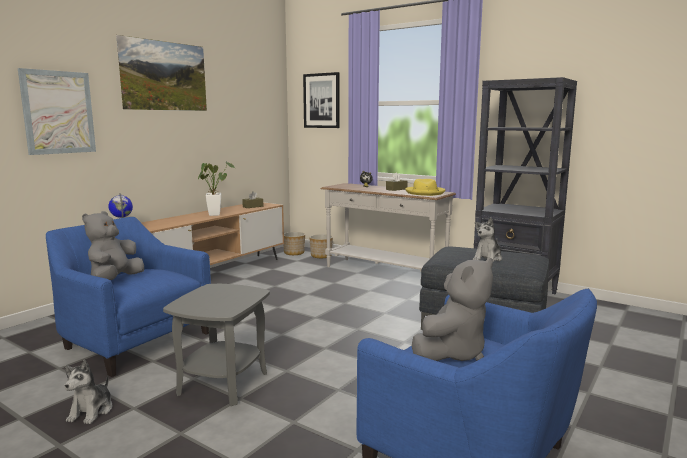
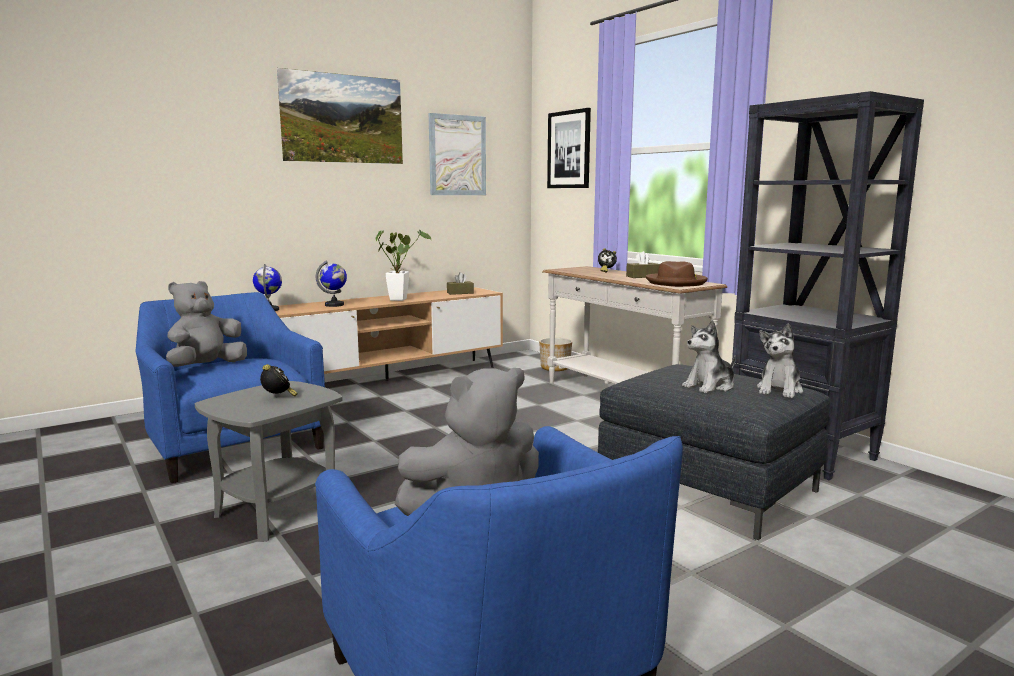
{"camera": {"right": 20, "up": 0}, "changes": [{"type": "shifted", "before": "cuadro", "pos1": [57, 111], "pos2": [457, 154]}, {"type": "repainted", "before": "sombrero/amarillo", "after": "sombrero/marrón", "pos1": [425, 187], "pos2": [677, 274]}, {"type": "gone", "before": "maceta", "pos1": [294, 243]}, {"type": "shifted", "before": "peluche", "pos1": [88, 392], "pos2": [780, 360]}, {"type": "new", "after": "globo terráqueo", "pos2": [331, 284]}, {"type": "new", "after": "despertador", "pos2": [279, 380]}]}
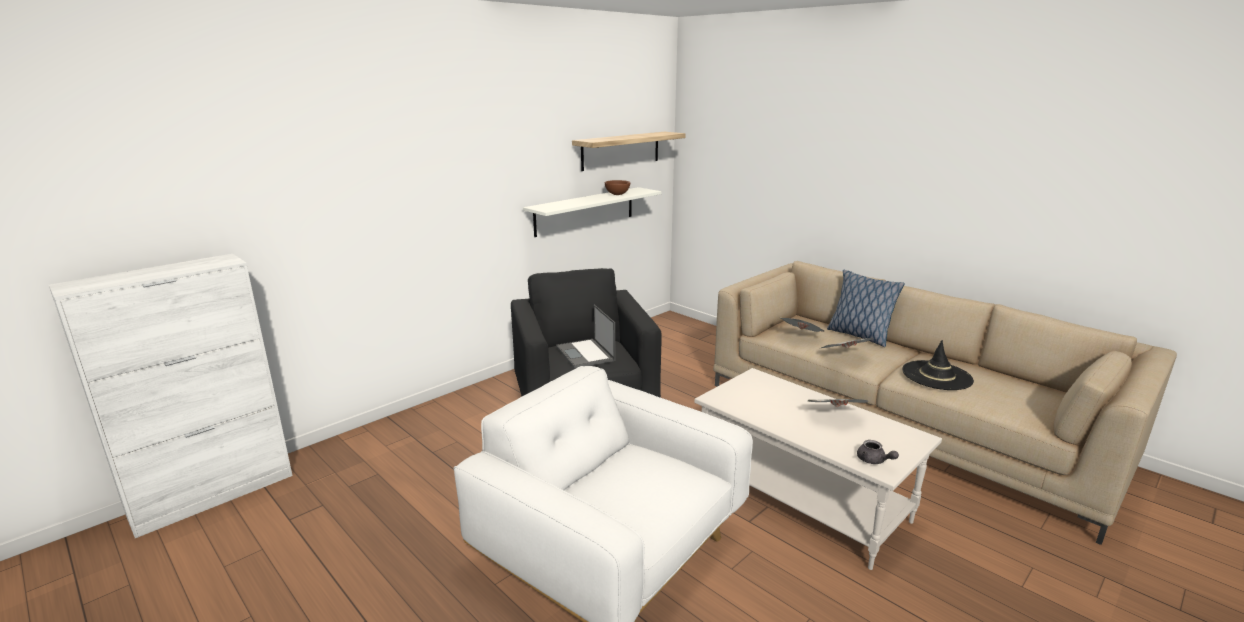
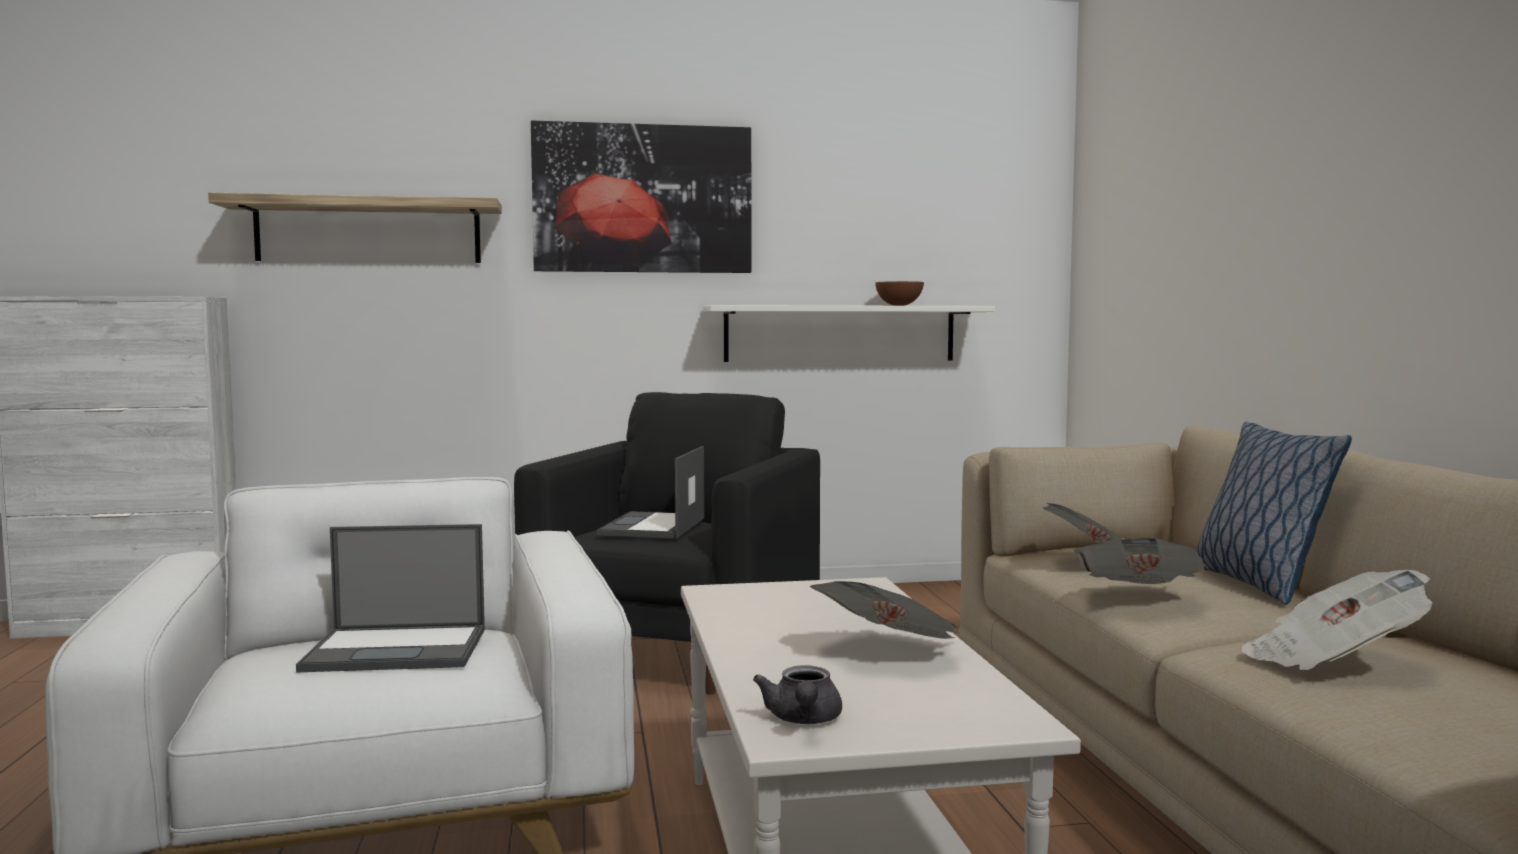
{"camera": {"right": 35, "up": -15}, "changes": [{"type": "shifted", "before": "estante", "pos1": [629, 151], "pos2": [355, 228]}, {"type": "swapped", "before": "sombrero/negro", "after": "periódico", "pos1": [938, 365], "pos2": [1337, 620]}, {"type": "new", "after": "cuadro", "pos2": [641, 196]}, {"type": "new", "after": "portátil", "pos2": [390, 598]}]}
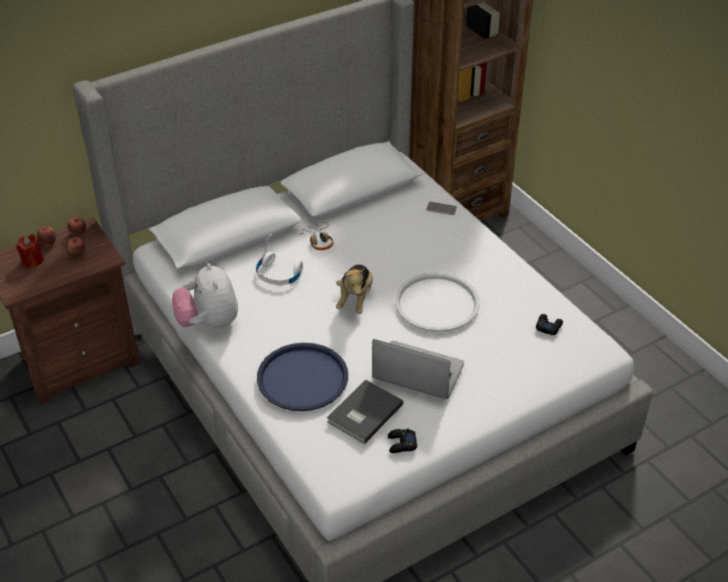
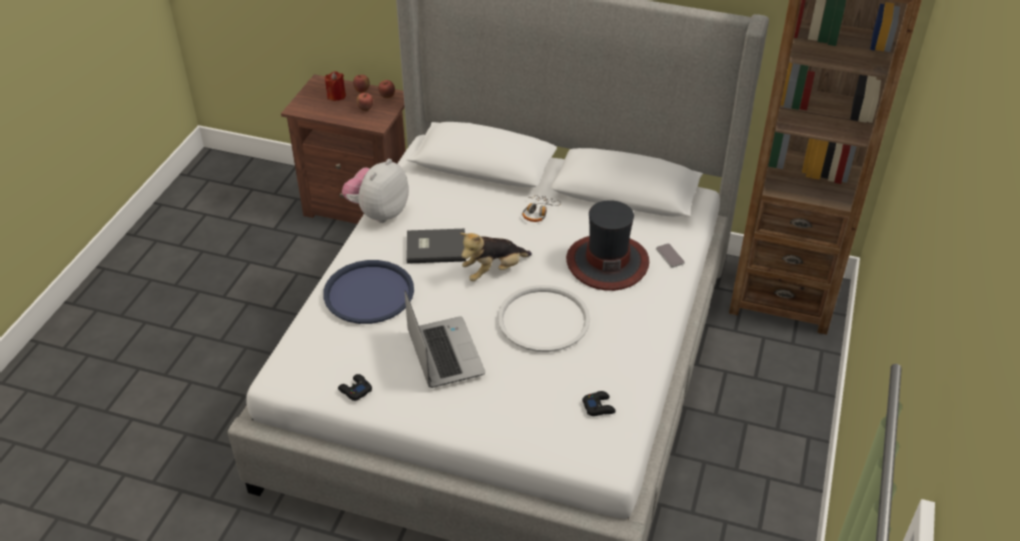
{"camera": {"right": 50, "up": 0}, "changes": [{"type": "gone", "before": "auriculares/blanco", "pos1": [279, 259]}, {"type": "shifted", "before": "libro/gris", "pos1": [365, 412], "pos2": [436, 246]}, {"type": "new", "after": "sombrero", "pos2": [607, 245]}]}
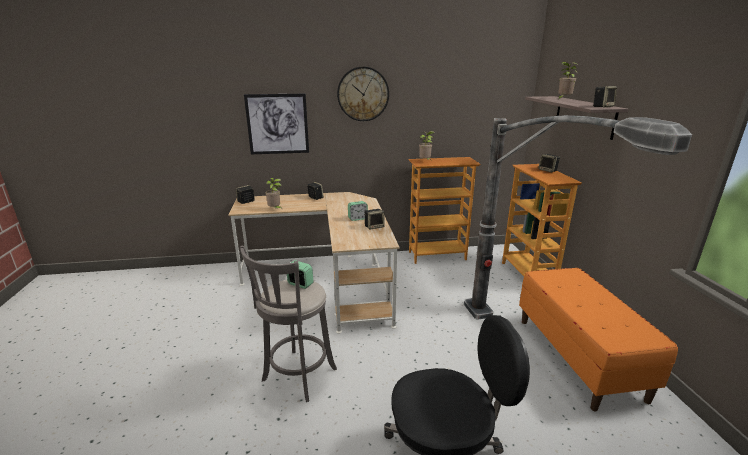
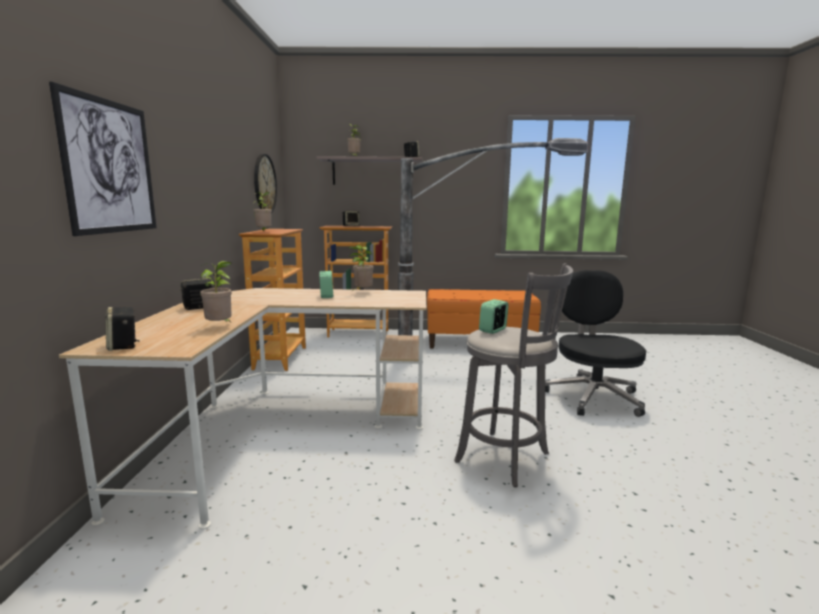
{"camera": {"right": -80, "up": -10}, "changes": [{"type": "shifted", "before": "reloj de pared", "pos1": [363, 93], "pos2": [265, 183]}, {"type": "swapped", "before": "altavoz", "after": "planta en maceta", "pos1": [375, 219], "pos2": [361, 268]}]}
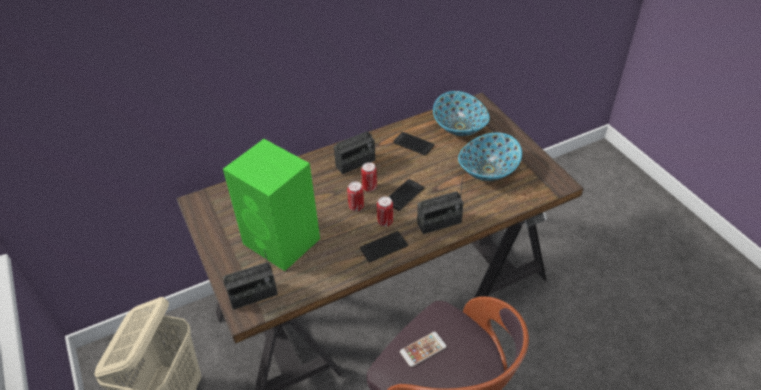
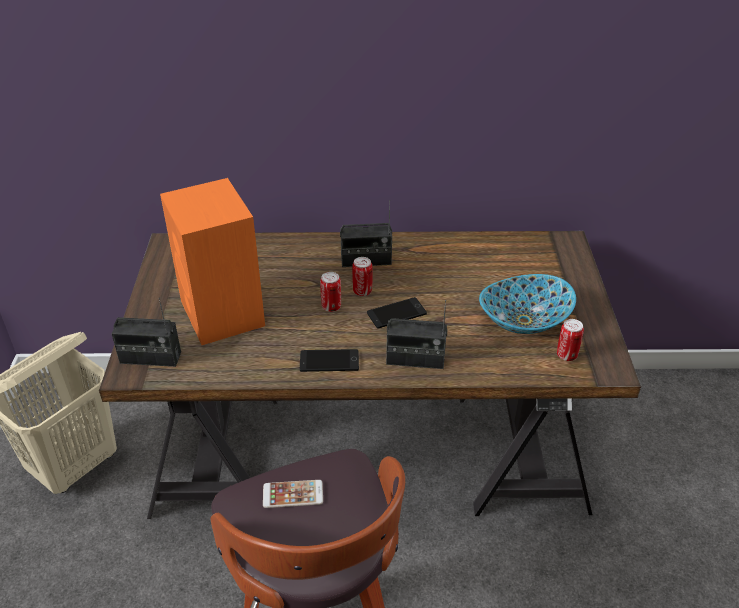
{"camera": {"right": 25, "up": -5}, "changes": [{"type": "gone", "before": "cuenco", "pos1": [461, 113]}, {"type": "gone", "before": "móvil", "pos1": [413, 143]}, {"type": "repainted", "before": "altavoz/verde", "after": "altavoz/naranja", "pos1": [271, 205], "pos2": [212, 261]}, {"type": "shifted", "before": "lata", "pos1": [385, 211], "pos2": [570, 340]}]}
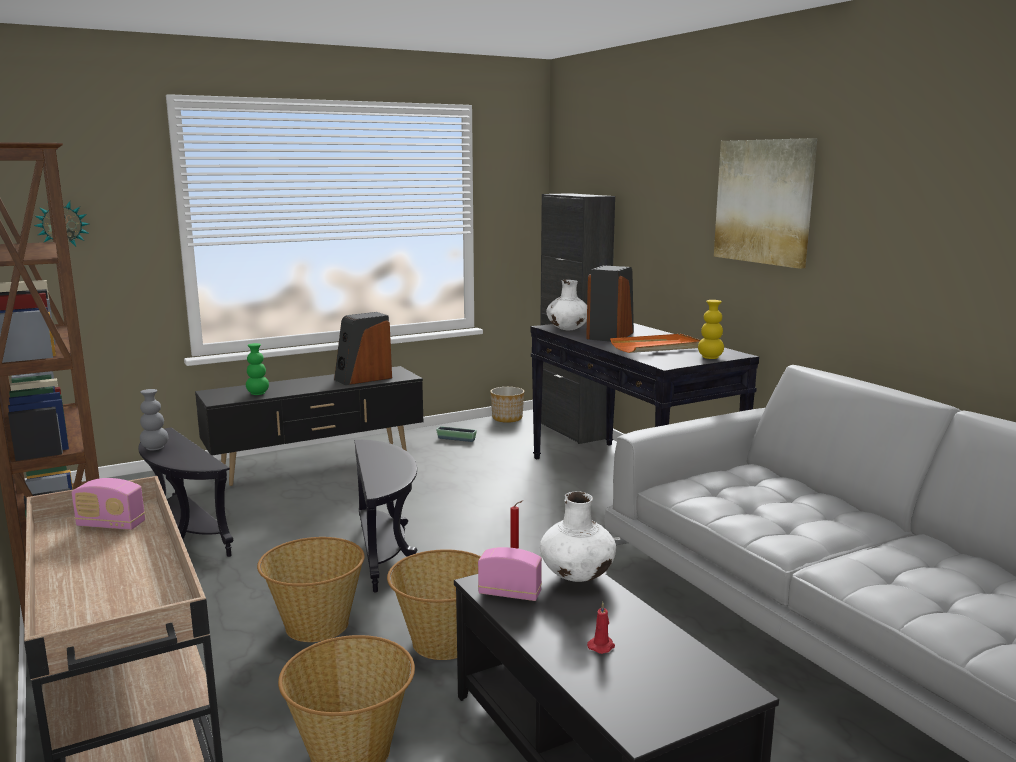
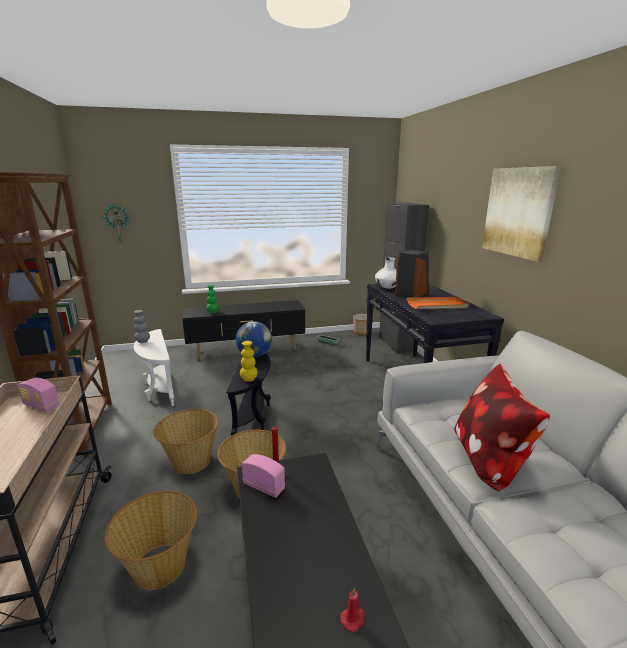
{"camera": {"right": 15, "up": 5}, "changes": [{"type": "shifted", "before": "florero/amarillo", "pos1": [711, 329], "pos2": [249, 361]}, {"type": "gone", "before": "altavoz", "pos1": [363, 348]}, {"type": "repainted", "before": "mesa auxiliar/negro", "after": "mesa auxiliar/blanco", "pos1": [185, 492], "pos2": [154, 367]}, {"type": "gone", "before": "florero/blanco", "pos1": [578, 537]}, {"type": "shifted", "before": "vela/rojo", "pos1": [601, 628], "pos2": [352, 610]}, {"type": "new", "after": "globo terráqueo", "pos2": [254, 339]}, {"type": "new", "after": "cojín", "pos2": [502, 427]}]}
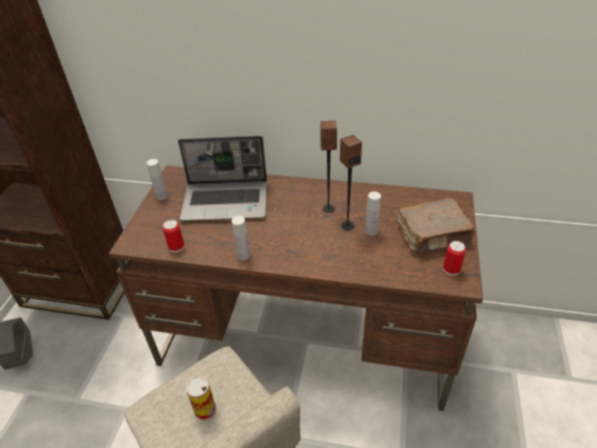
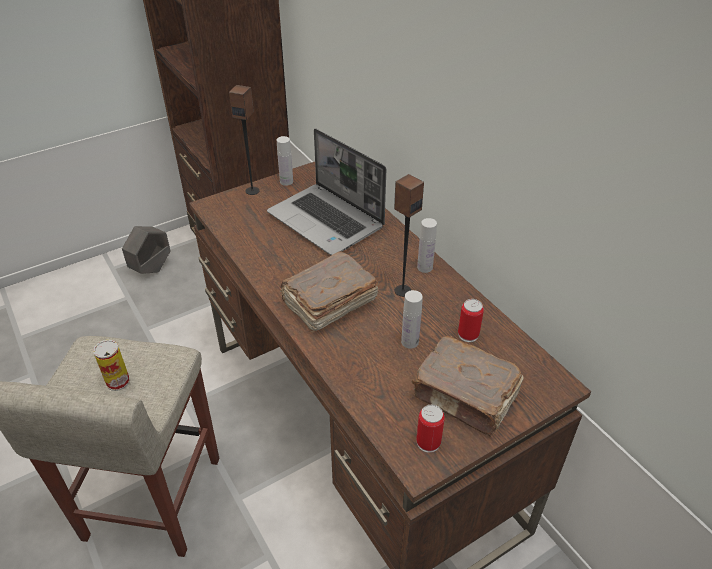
{"camera": {"right": 45, "up": 0}, "changes": [{"type": "shifted", "before": "altavoz", "pos1": [351, 183], "pos2": [244, 140]}, {"type": "shifted", "before": "botella/blanco", "pos1": [241, 238], "pos2": [427, 245]}, {"type": "shifted", "before": "lata", "pos1": [173, 236], "pos2": [471, 320]}, {"type": "new", "after": "libro/marrón", "pos2": [329, 292]}]}
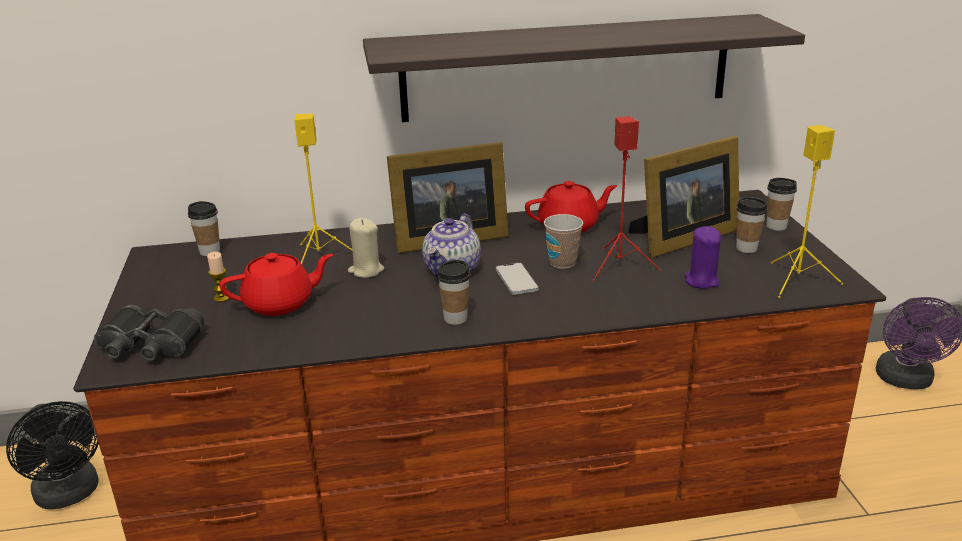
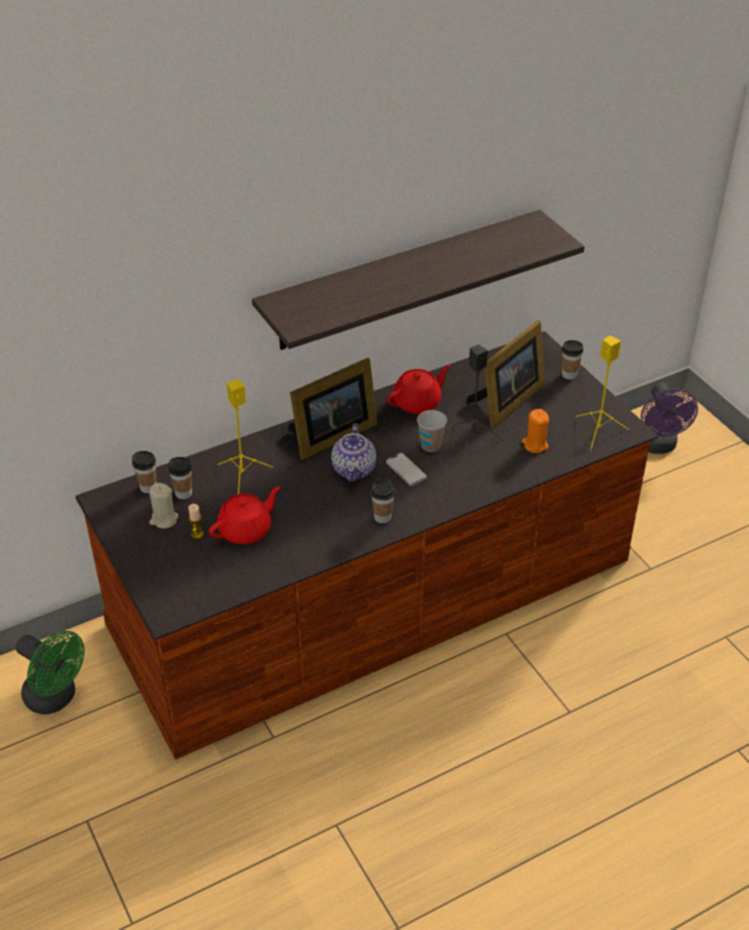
{"camera": {"right": -20, "up": 15}, "changes": [{"type": "repainted", "before": "altavoz/rojo", "after": "altavoz/negro", "pos1": [627, 198], "pos2": [479, 402]}, {"type": "shifted", "before": "taza", "pos1": [751, 225], "pos2": [180, 478]}, {"type": "shifted", "before": "vela/beis", "pos1": [366, 248], "pos2": [163, 506]}, {"type": "repainted", "before": "vela/morado", "after": "vela/naranja", "pos1": [703, 257], "pos2": [535, 431]}, {"type": "gone", "before": "prismáticos/negro", "pos1": [149, 332]}, {"type": "repainted", "before": "ventilador/negro", "after": "ventilador/verde", "pos1": [52, 455], "pos2": [50, 673]}]}
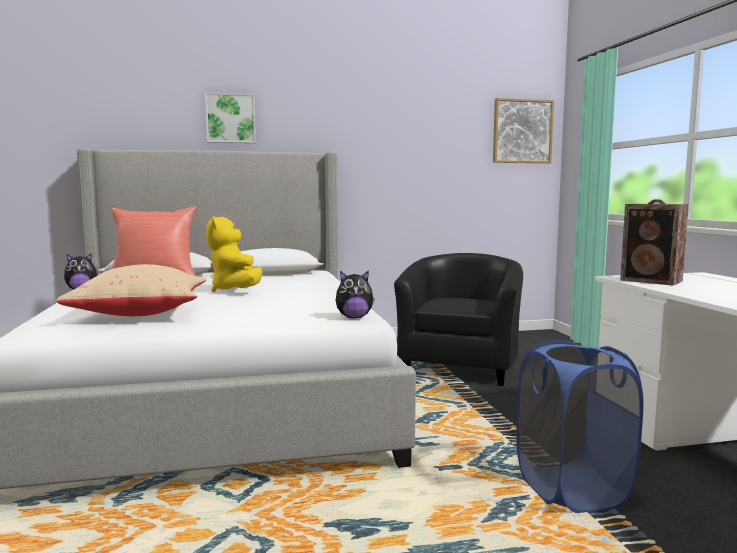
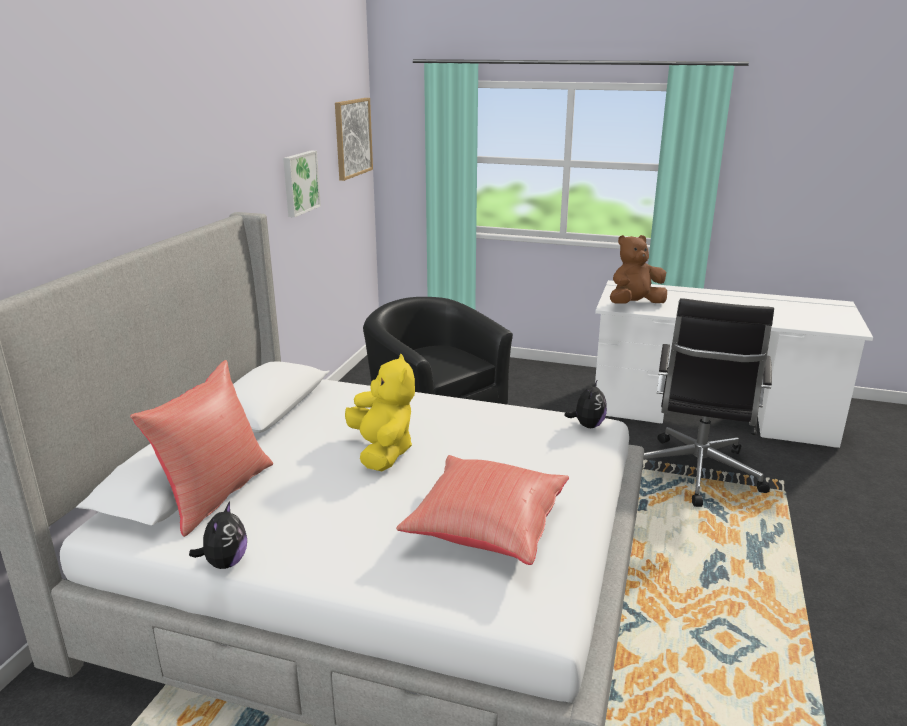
{"camera": {"right": -60, "up": 15}, "changes": [{"type": "shifted", "before": "cuadro", "pos1": [230, 117], "pos2": [302, 184]}, {"type": "swapped", "before": "altavoz", "after": "peluche/marrón", "pos1": [654, 242], "pos2": [638, 269]}, {"type": "rotated", "before": "peluche/amarillo", "pos1": [234, 254], "pos2": [380, 412], "turn": -120}, {"type": "repainted", "before": "cojín/beis", "after": "cojín/rojo", "pos1": [131, 290], "pos2": [482, 510]}, {"type": "swapped", "before": "cesto de la ropa/azul", "after": "silla de oficina/negro", "pos1": [579, 426], "pos2": [708, 402]}]}
